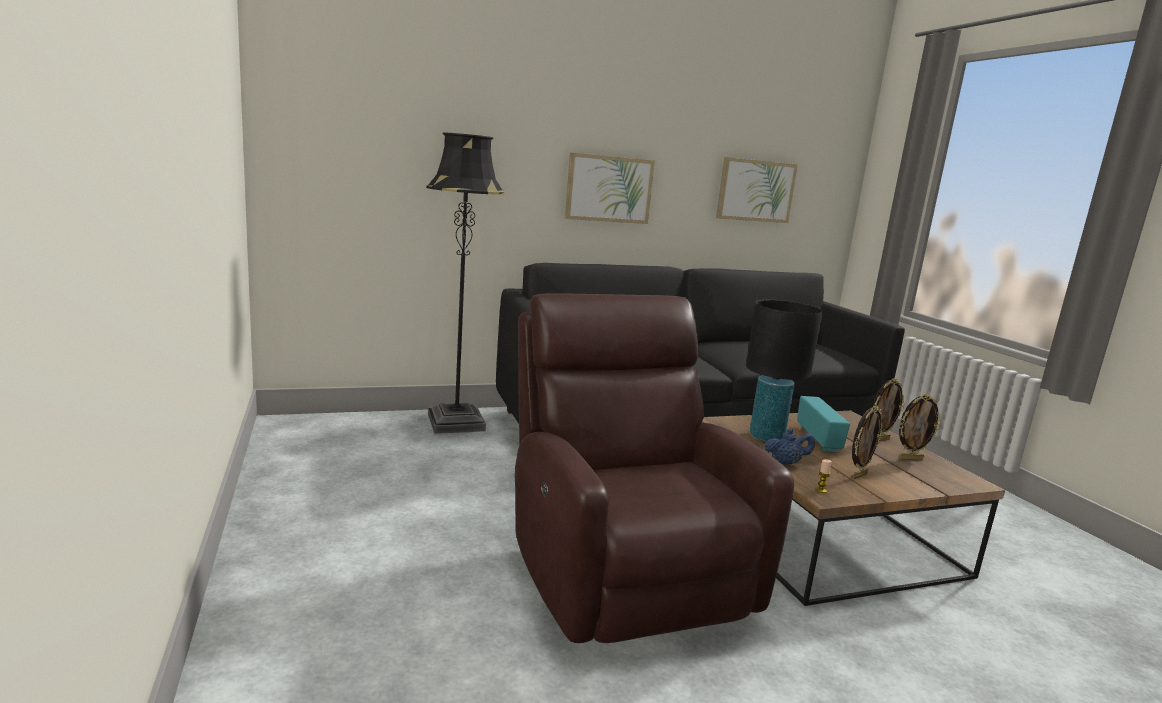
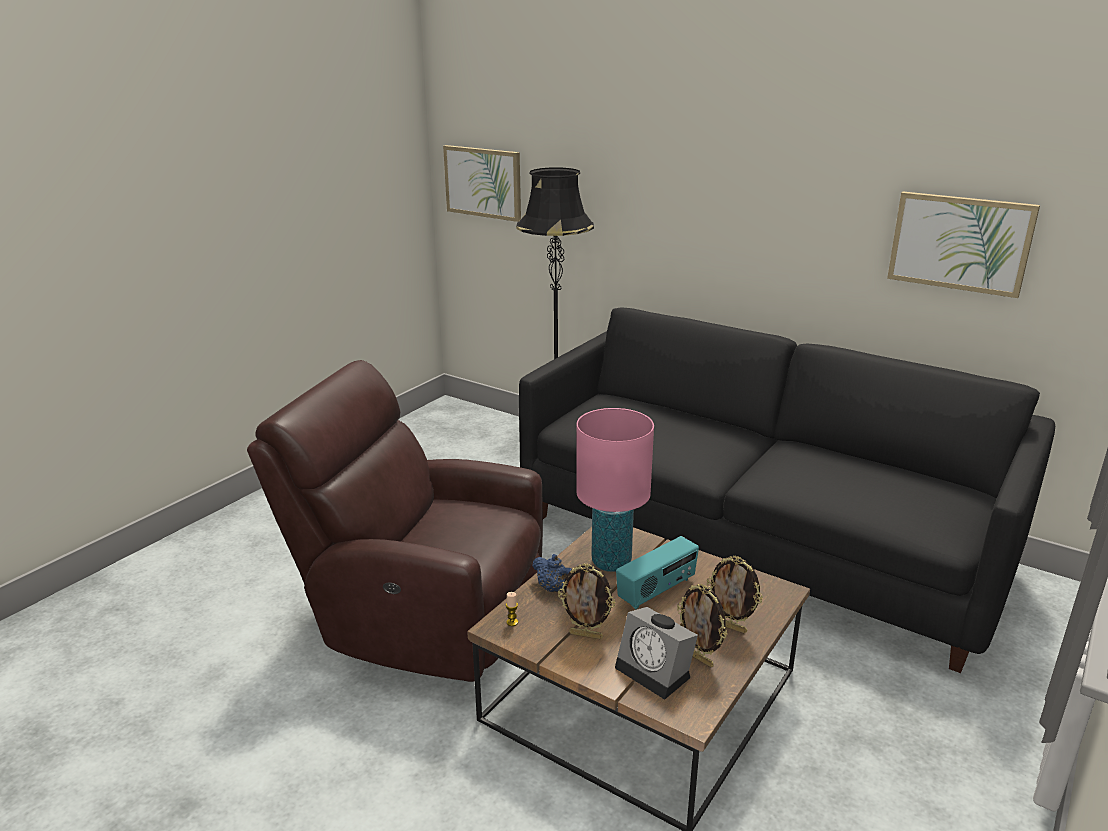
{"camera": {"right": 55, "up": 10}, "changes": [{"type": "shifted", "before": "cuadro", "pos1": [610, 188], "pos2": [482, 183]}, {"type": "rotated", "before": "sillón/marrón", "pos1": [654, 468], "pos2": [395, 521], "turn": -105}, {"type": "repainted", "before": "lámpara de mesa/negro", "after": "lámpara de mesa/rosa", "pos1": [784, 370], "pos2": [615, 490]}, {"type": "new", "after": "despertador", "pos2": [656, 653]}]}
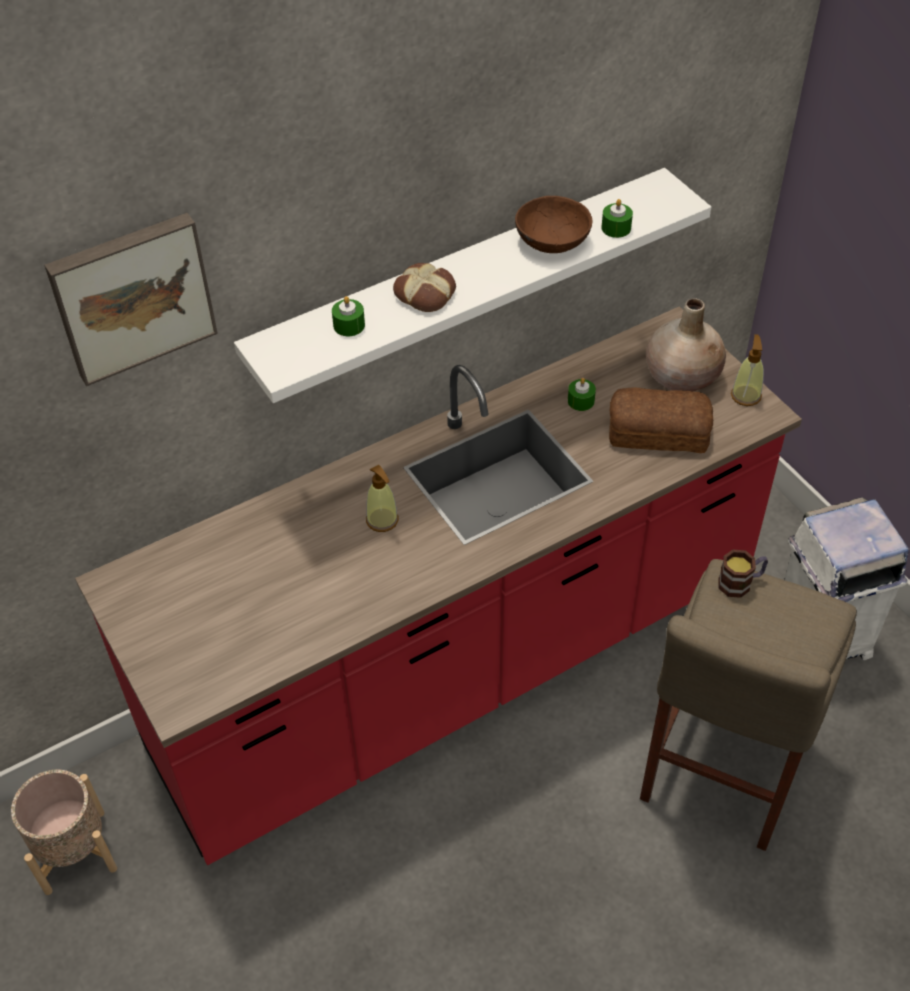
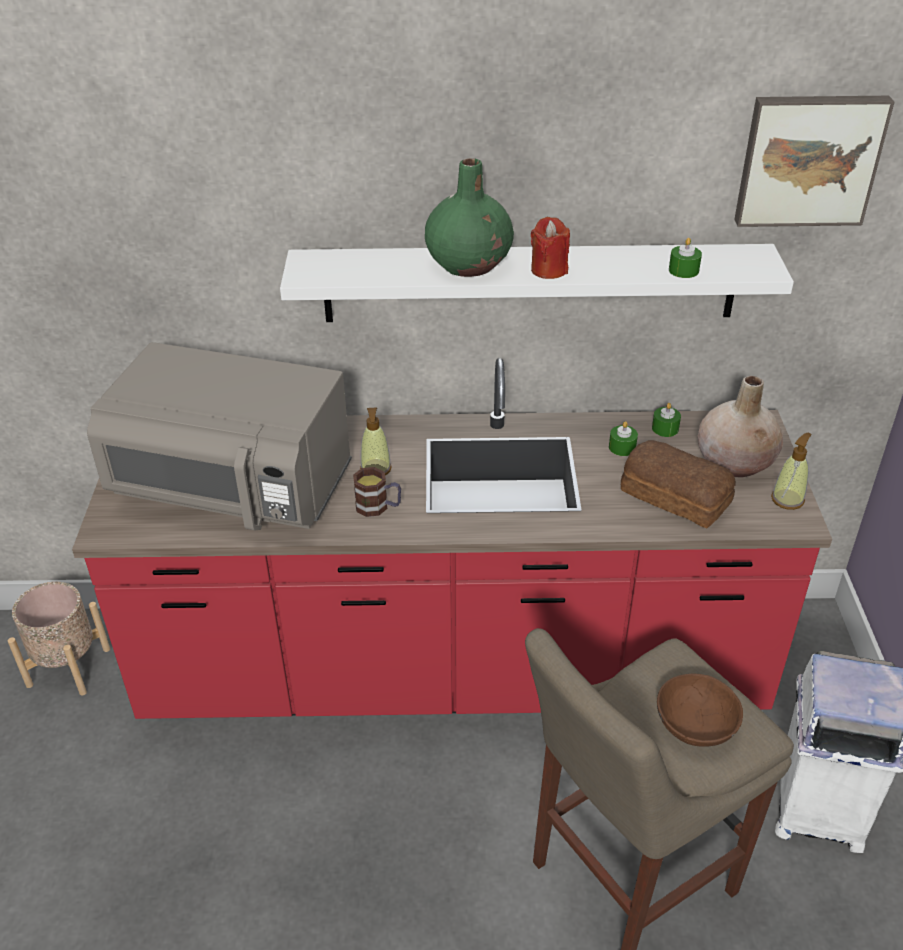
{"camera": {"right": 30, "up": -10}, "changes": [{"type": "shifted", "before": "cuenco/marrón", "pos1": [553, 224], "pos2": [700, 710]}, {"type": "shifted", "before": "cuadro", "pos1": [131, 299], "pos2": [814, 161]}, {"type": "swapped", "before": "pan", "after": "florero/verde", "pos1": [424, 287], "pos2": [469, 217]}, {"type": "shifted", "before": "vela/verde", "pos1": [348, 316], "pos2": [666, 420]}, {"type": "shifted", "before": "taza grande", "pos1": [743, 574], "pos2": [377, 492]}, {"type": "new", "after": "vela/rojo", "pos2": [550, 248]}, {"type": "new", "after": "microondas/gris", "pos2": [219, 436]}]}
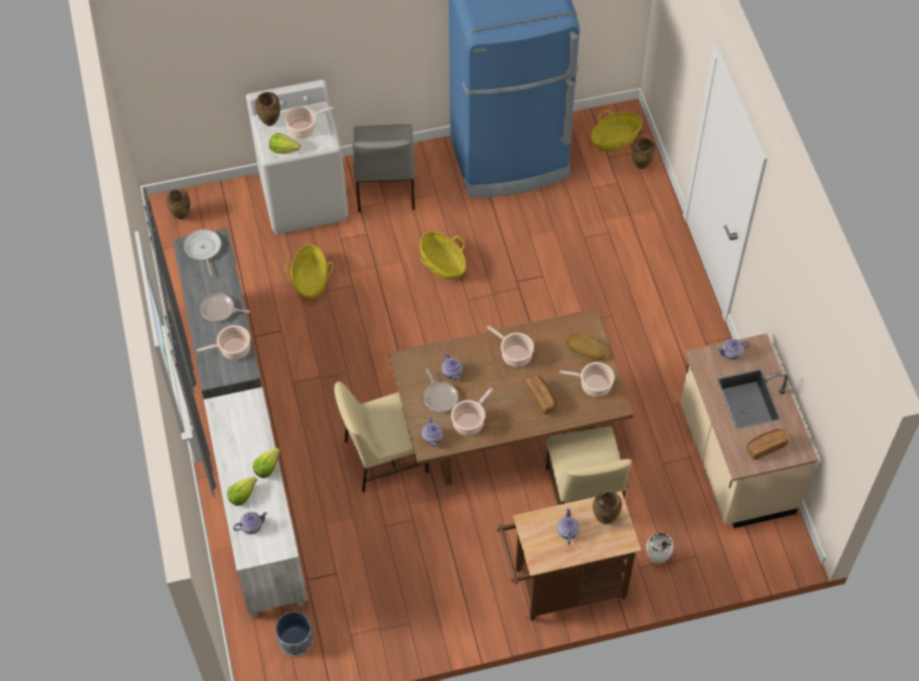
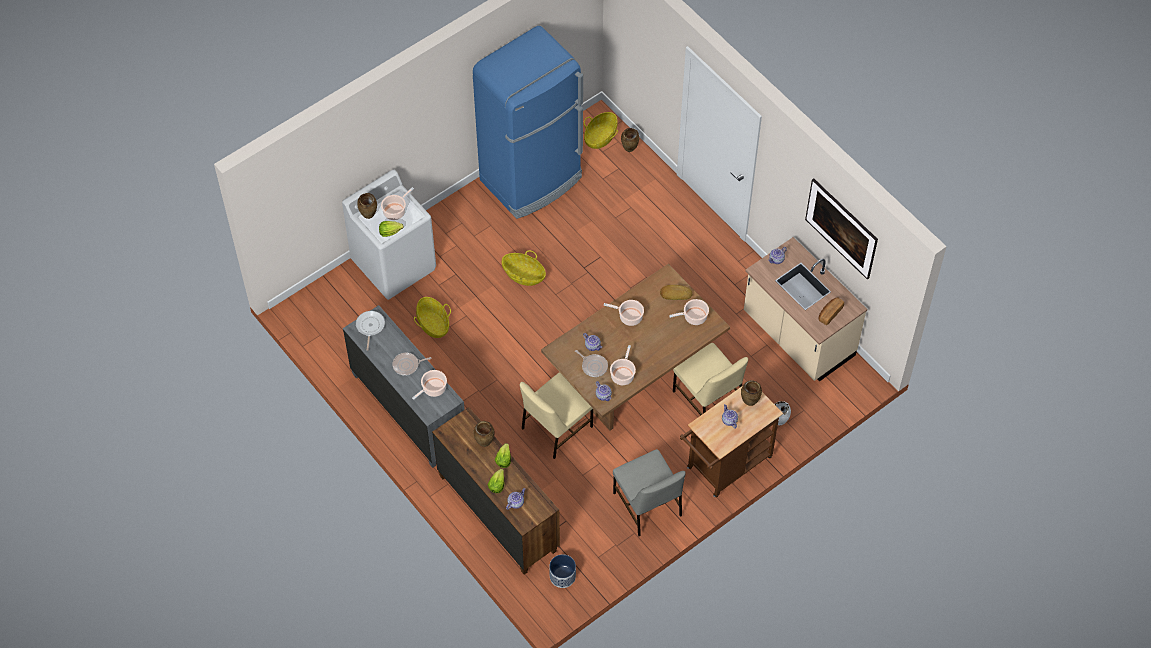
{"camera": {"right": -25, "up": 0}, "changes": [{"type": "shifted", "before": "silla/gris", "pos1": [384, 168], "pos2": [649, 492]}, {"type": "shifted", "before": "florero/marrón", "pos1": [178, 204], "pos2": [483, 434]}, {"type": "rotated", "before": "sartén", "pos1": [202, 253], "pos2": [370, 330], "turn": 45}, {"type": "gone", "before": "pan", "pos1": [541, 395]}, {"type": "repainted", "before": "cómoda/blanco", "after": "cómoda/marrón", "pos1": [255, 502], "pos2": [496, 491]}, {"type": "new", "after": "cuadro", "pos2": [841, 229]}]}
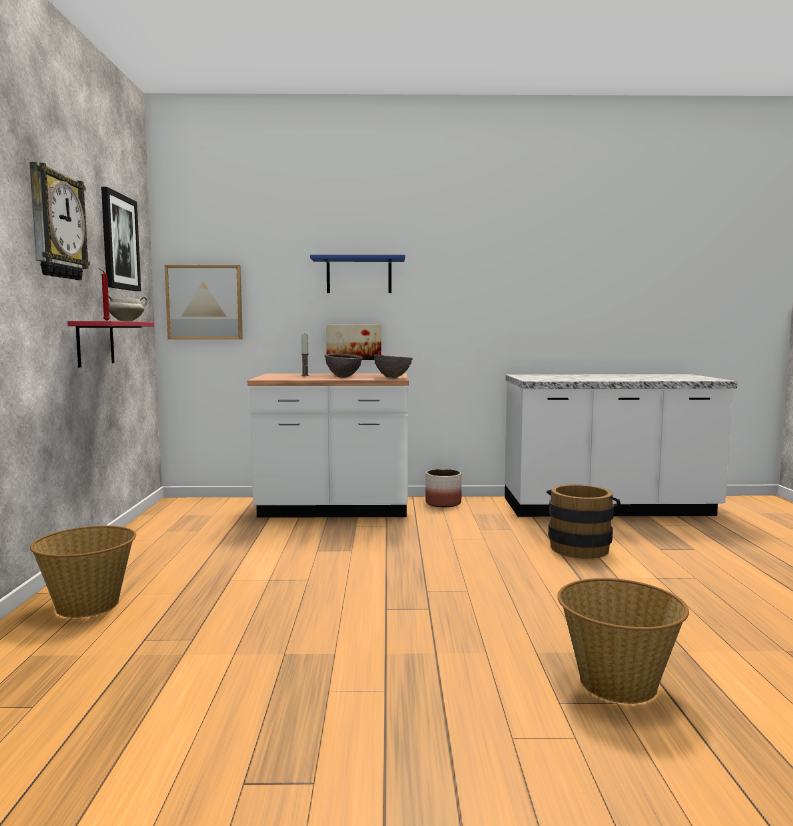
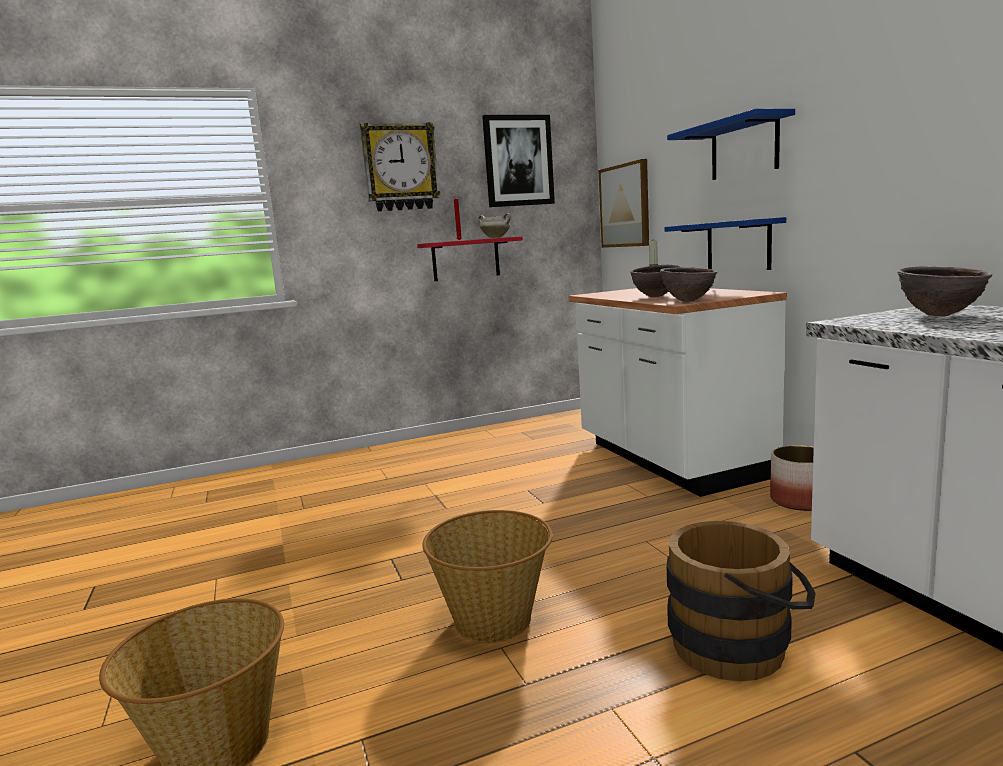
{"camera": {"right": 70, "up": 5}, "changes": [{"type": "swapped", "before": "cuadro", "after": "estante/azul", "pos1": [353, 342], "pos2": [725, 243]}, {"type": "shifted", "before": "cesta", "pos1": [83, 572], "pos2": [487, 576]}, {"type": "new", "after": "cuenco/marrón", "pos2": [944, 292]}]}
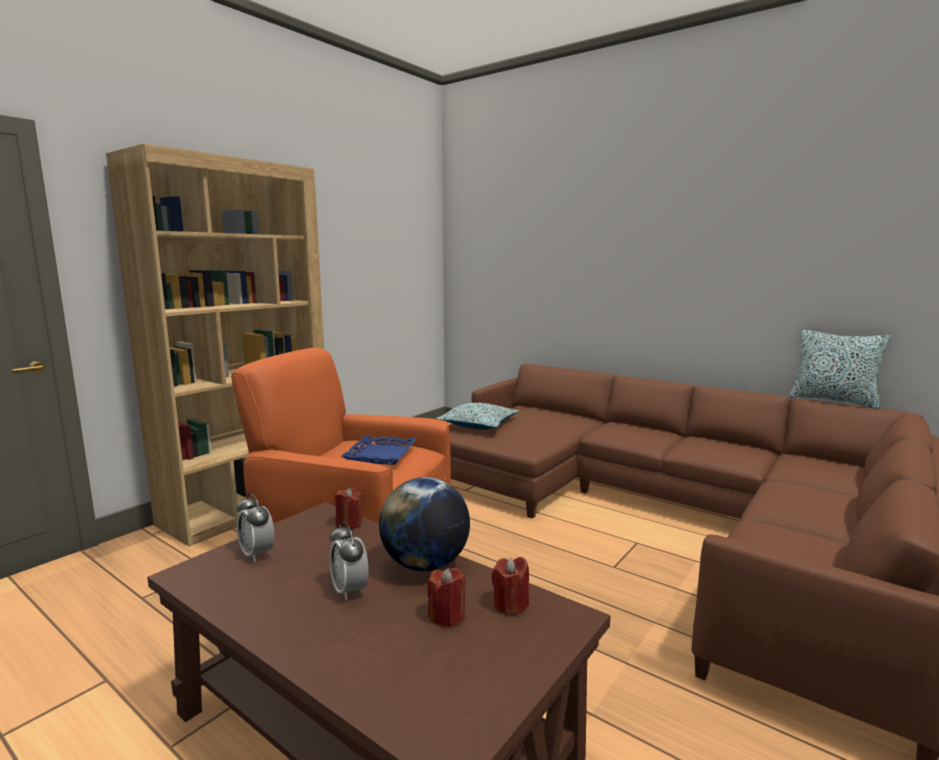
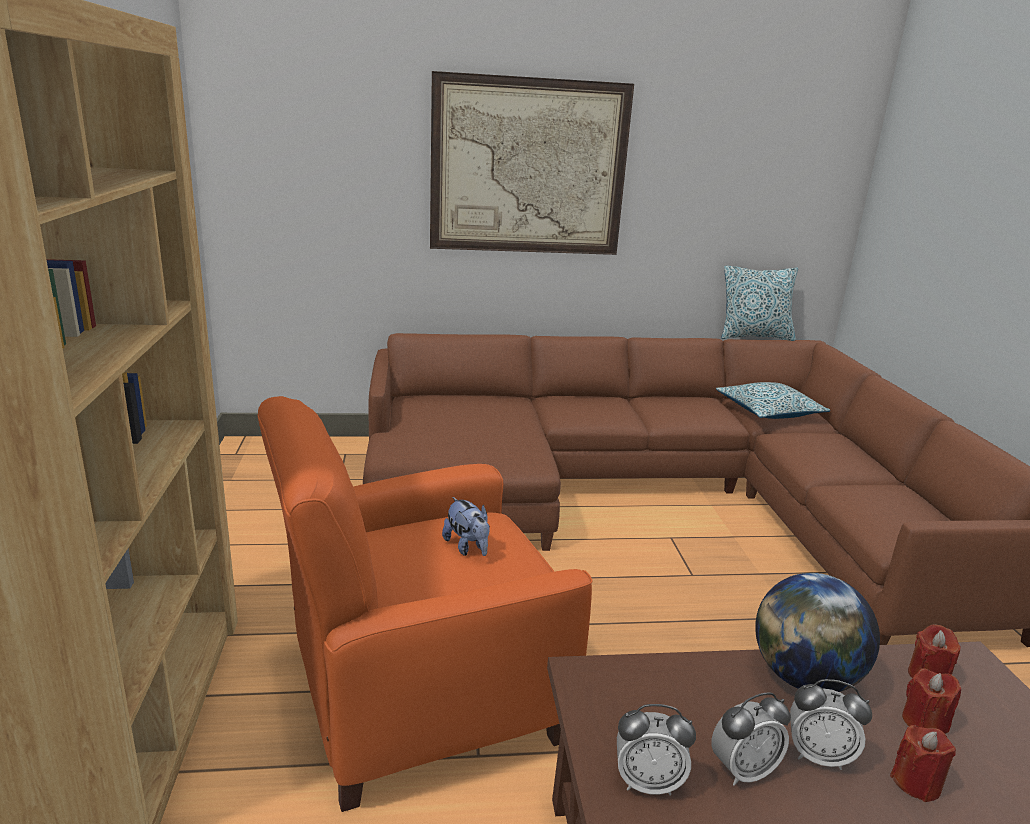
{"camera": {"right": -45, "up": 10}, "changes": [{"type": "shifted", "before": "cojín", "pos1": [477, 416], "pos2": [773, 400]}, {"type": "swapped", "before": "bandeja/azul", "after": "peluche", "pos1": [379, 450], "pos2": [466, 526]}, {"type": "shifted", "before": "vela/rojo", "pos1": [349, 508], "pos2": [923, 763]}, {"type": "new", "after": "cuadro", "pos2": [532, 163]}, {"type": "new", "after": "despertador", "pos2": [751, 739]}]}
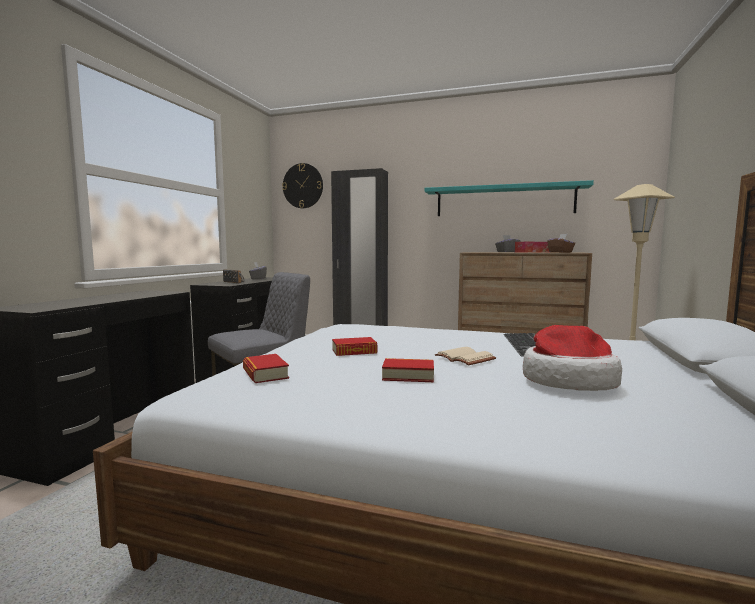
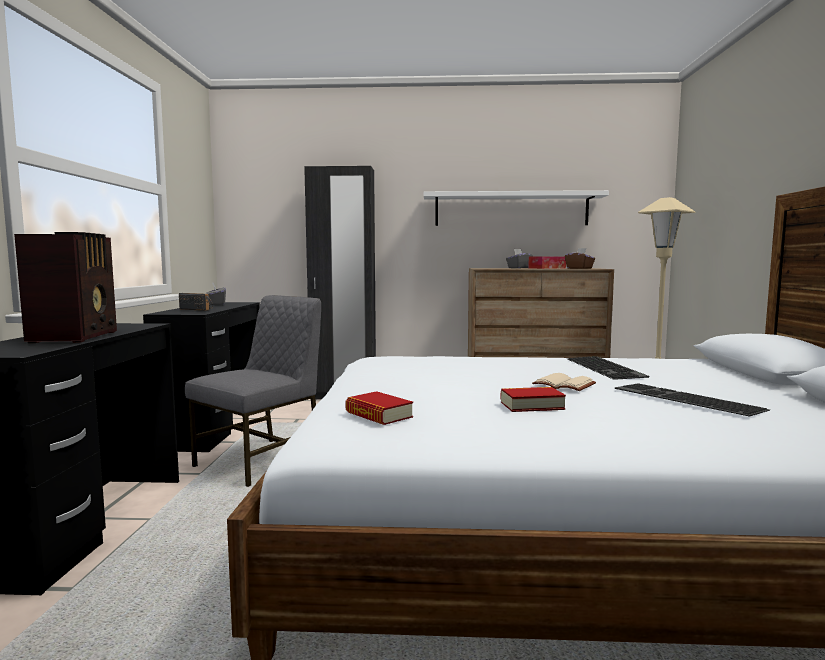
{"camera": {"right": -15, "up": 0}, "changes": [{"type": "gone", "before": "reloj de pared", "pos1": [302, 185]}, {"type": "repainted", "before": "estante/turquesa", "after": "estante/blanco", "pos1": [509, 198], "pos2": [516, 208]}, {"type": "swapped", "before": "sombrero", "after": "teclado", "pos1": [572, 358], "pos2": [692, 400]}, {"type": "gone", "before": "libro", "pos1": [354, 346]}, {"type": "new", "after": "radio", "pos2": [65, 287]}]}
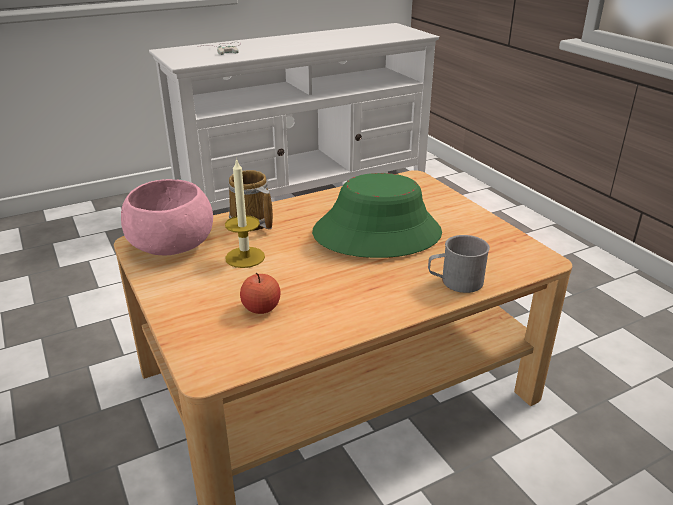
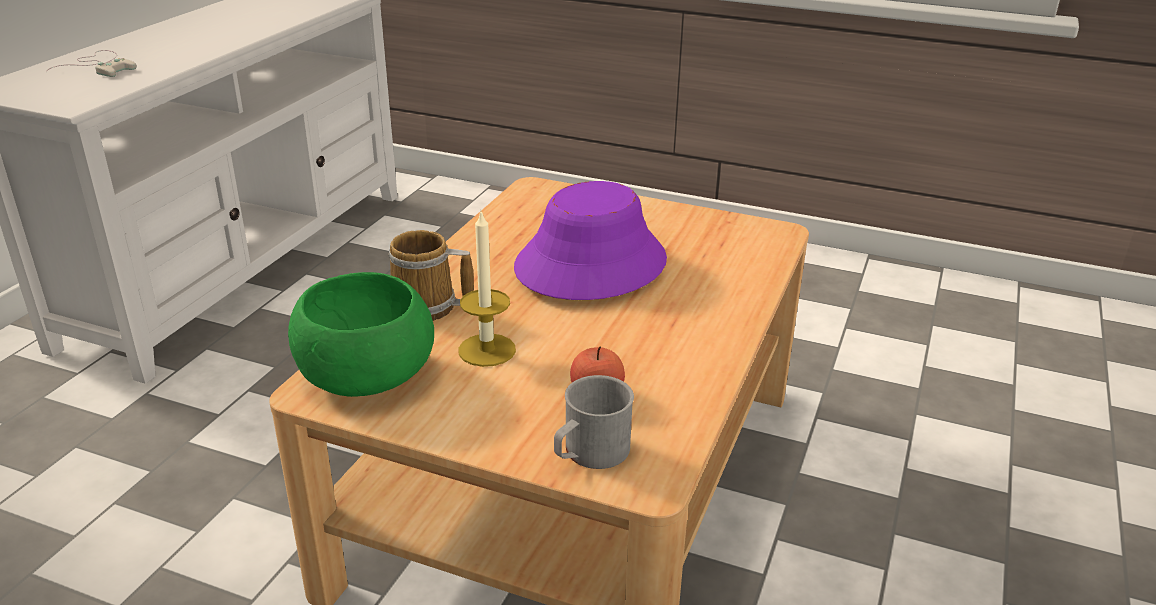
{"camera": {"right": -40, "up": 0}, "changes": [{"type": "repainted", "before": "sombrero/verde", "after": "sombrero/morado", "pos1": [377, 215], "pos2": [590, 240]}, {"type": "repainted", "before": "cuenco/rosa", "after": "cuenco/verde", "pos1": [167, 217], "pos2": [361, 334]}, {"type": "shifted", "before": "taza grande/gris", "pos1": [459, 264], "pos2": [594, 422]}]}
